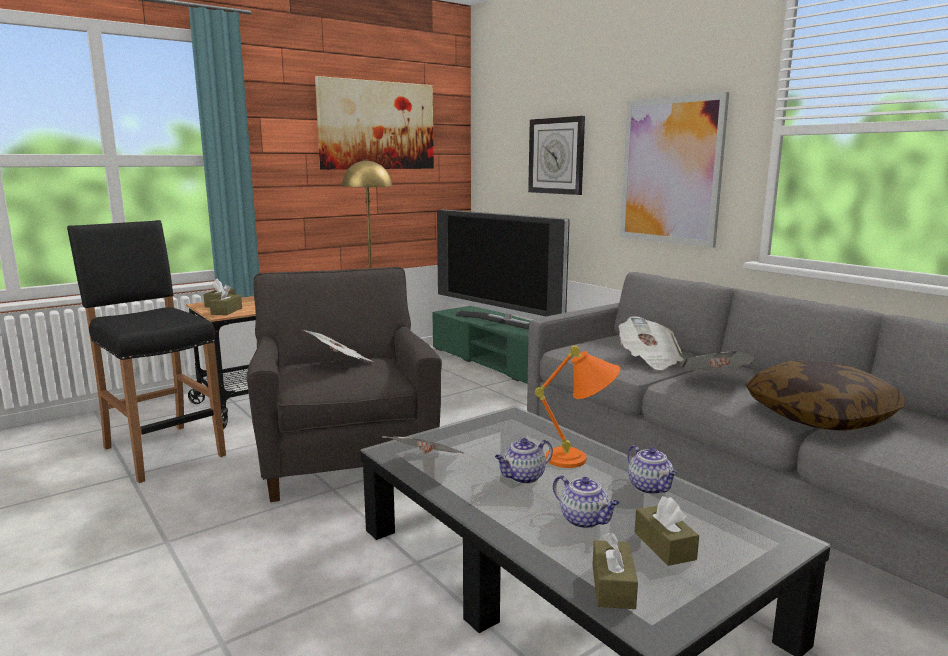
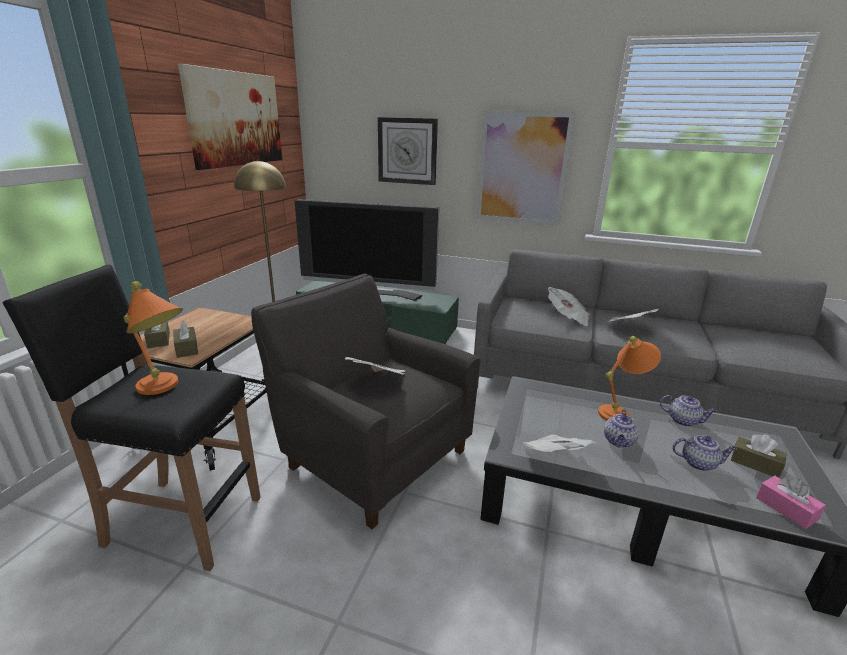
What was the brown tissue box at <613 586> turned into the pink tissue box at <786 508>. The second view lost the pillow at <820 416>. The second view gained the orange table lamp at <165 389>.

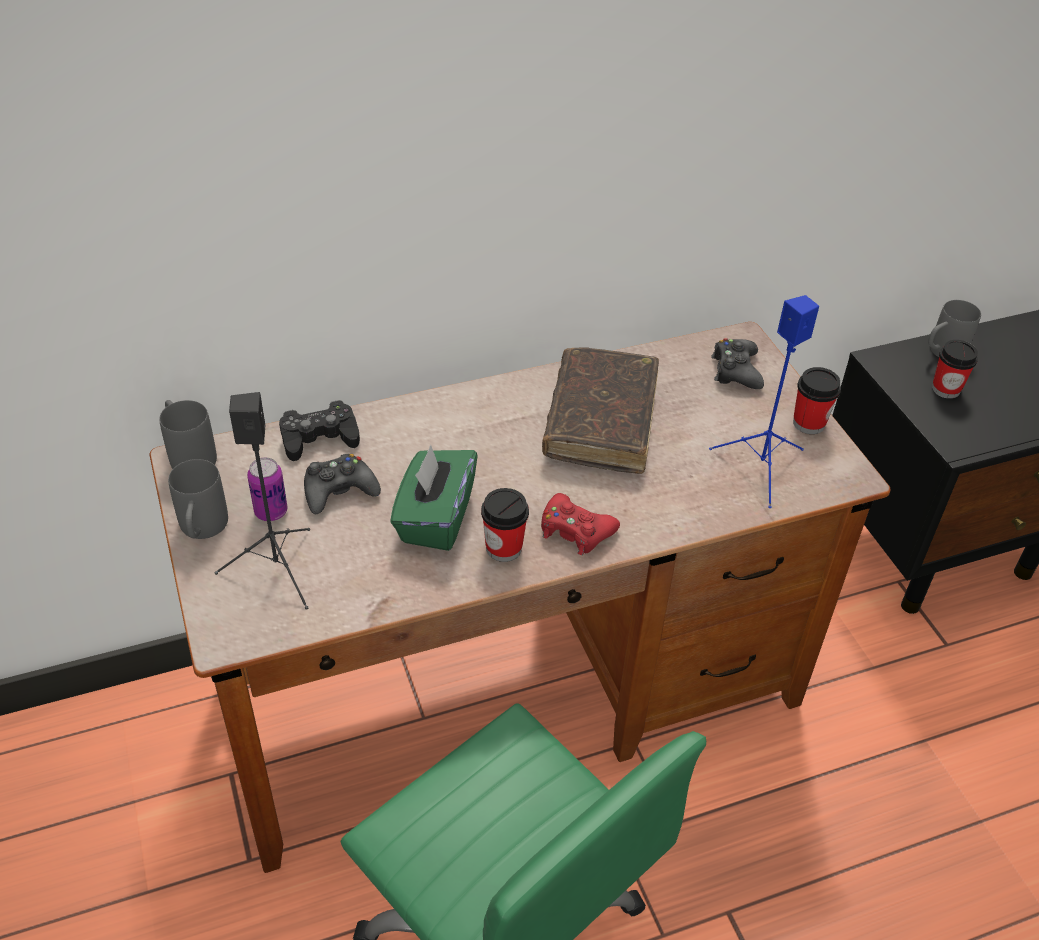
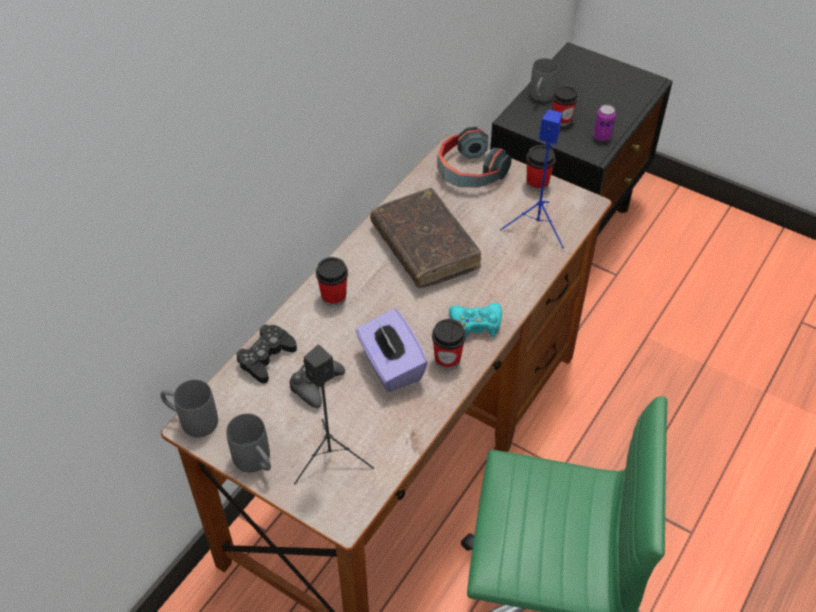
The can ended up elsewhere, having gone from <271 511> to <602 136>. What was the green tissue box at <435 518> turned into the purple tissue box at <391 366>. What was the red game controller at <575 531> turned into the turquoise game controller at <476 324>. Where the black game controller stood at <736 371>, the headphones came to stand at <469 171>. The second view gained the cup at <334 297>.

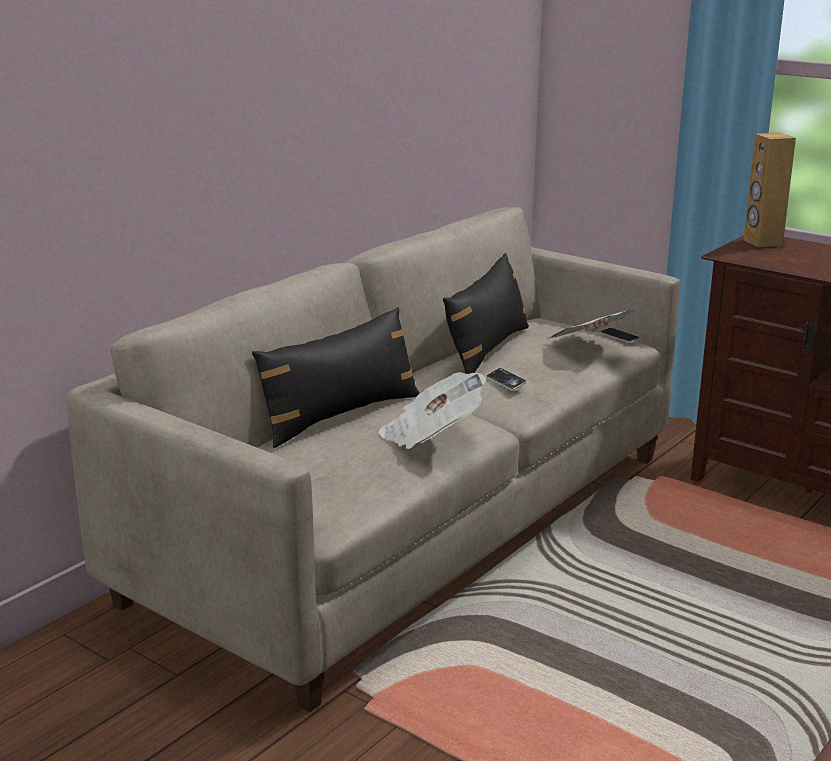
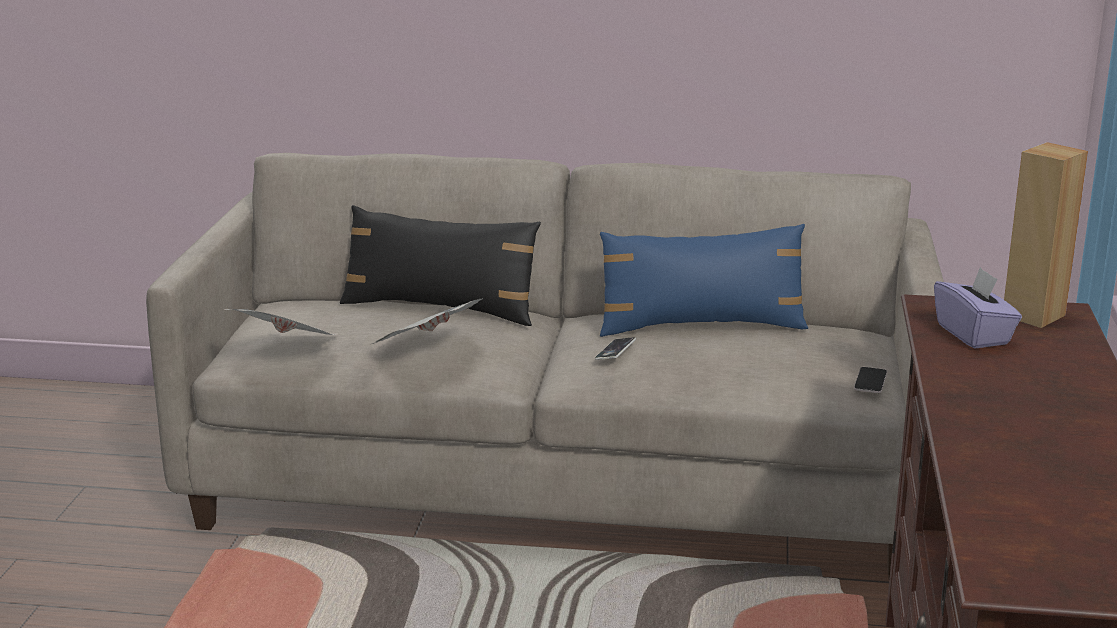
What was the black pillow at <486 350> turned into the blue pillow at <701 326>. The newspaper ended up elsewhere, having gone from <588 346> to <288 350>. The second view gained the purple tissue box at <974 334>.

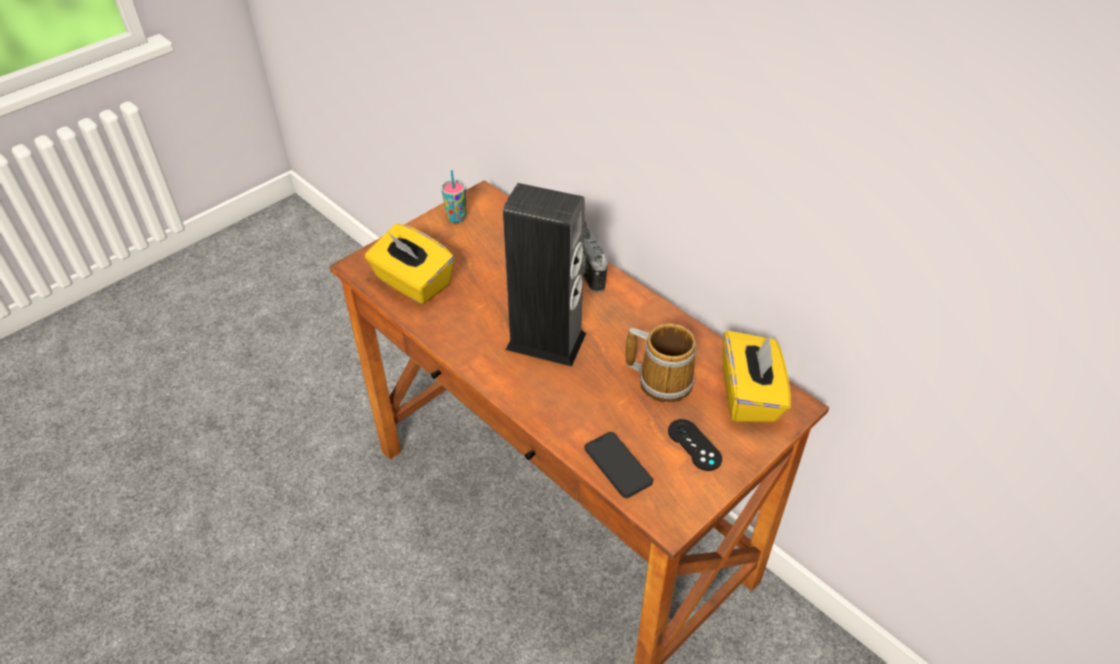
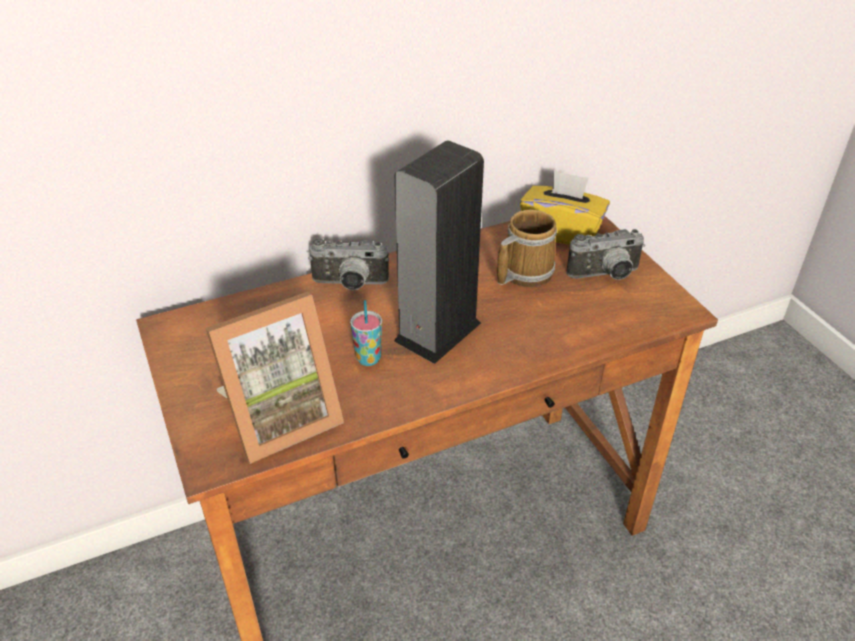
Where the yellow tissue box stood at <412 283>, the picture frame came to stand at <280 417>. The cup ended up elsewhere, having gone from <456 218> to <368 358>. The second view lost the phone at <618 465>. Where the black game controller stood at <694 445>, the photo camera came to stand at <606 276>.

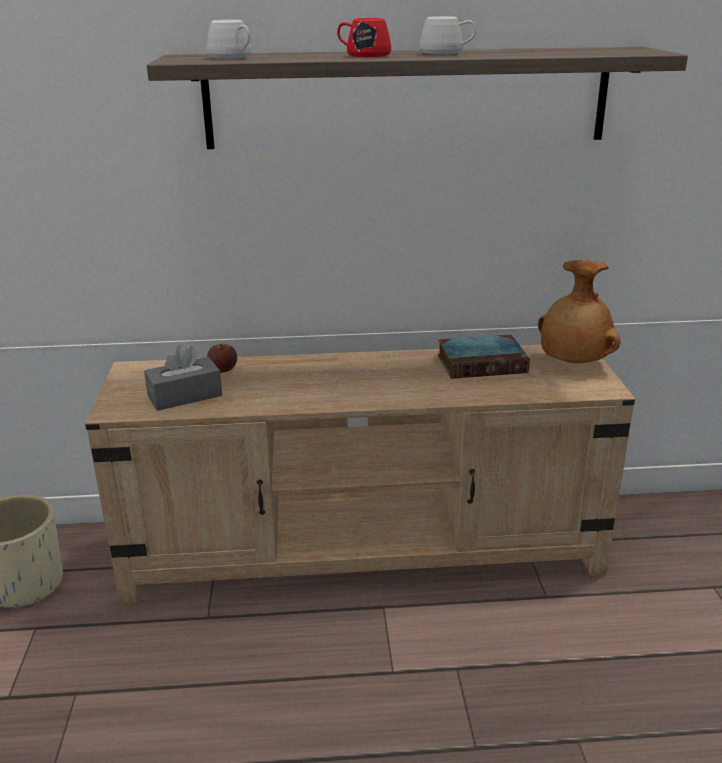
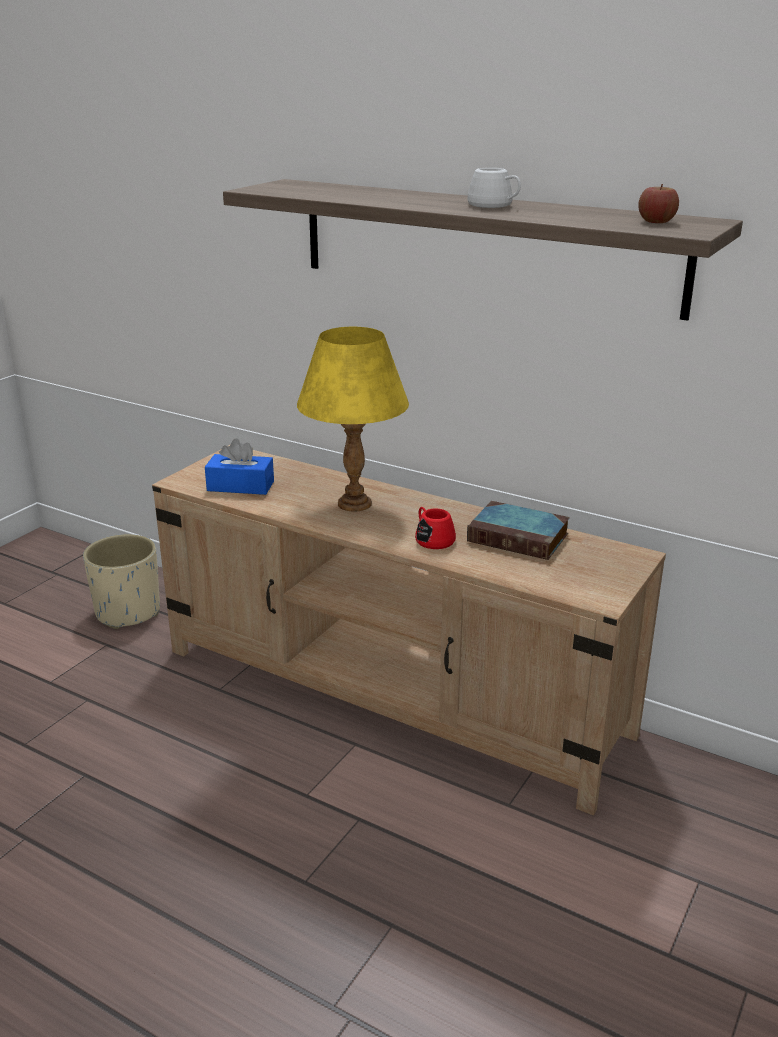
What was the grey tissue box at <185 396> turned into the blue tissue box at <240 486>. The second view lost the white mug at <233 57>. The apple ended up elsewhere, having gone from <223 369> to <656 221>. The red mug ended up elsewhere, having gone from <363 55> to <432 539>. The second view lost the brown vase at <573 363>. The second view gained the yellow table lamp at <354 503>.

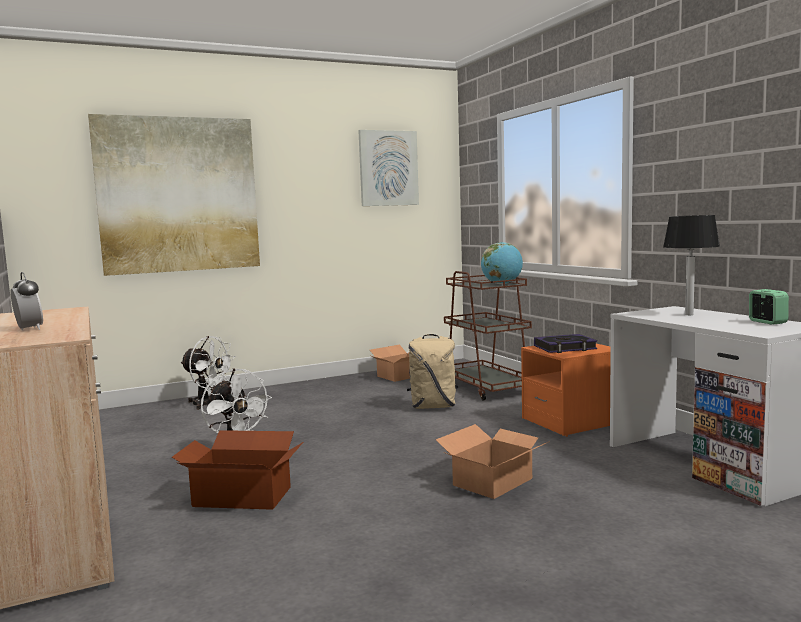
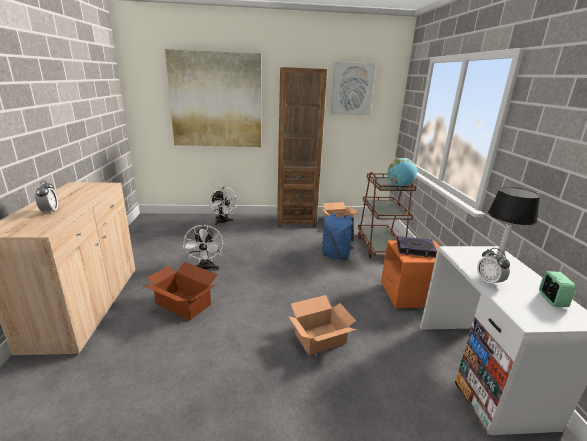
What was the beige backpack at <433 406> turned into the blue backpack at <336 255>. The second view gained the brown bookcase at <296 221>. The second view gained the alarm clock at <489 282>.

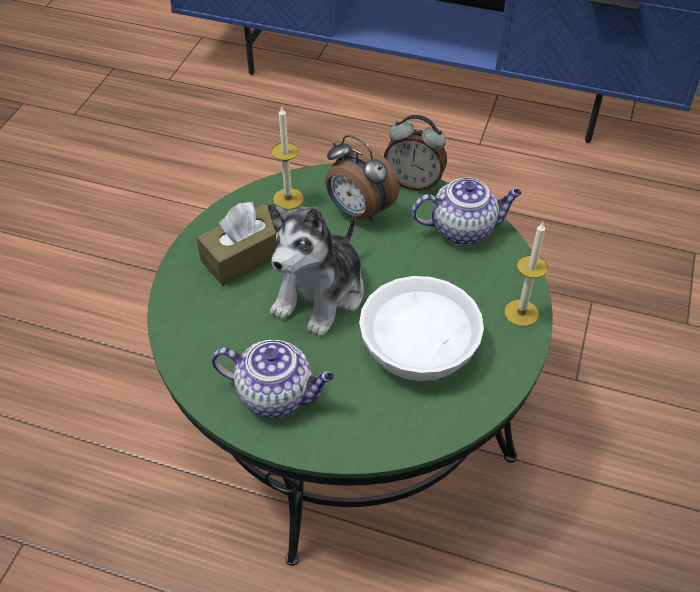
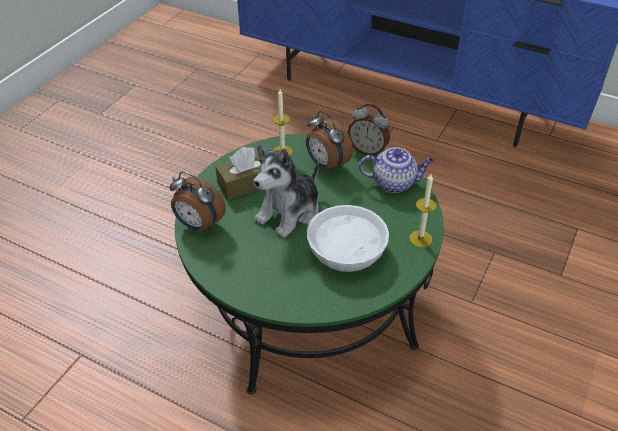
The second view lost the teapot at <277 395>. The second view gained the alarm clock at <199 225>.

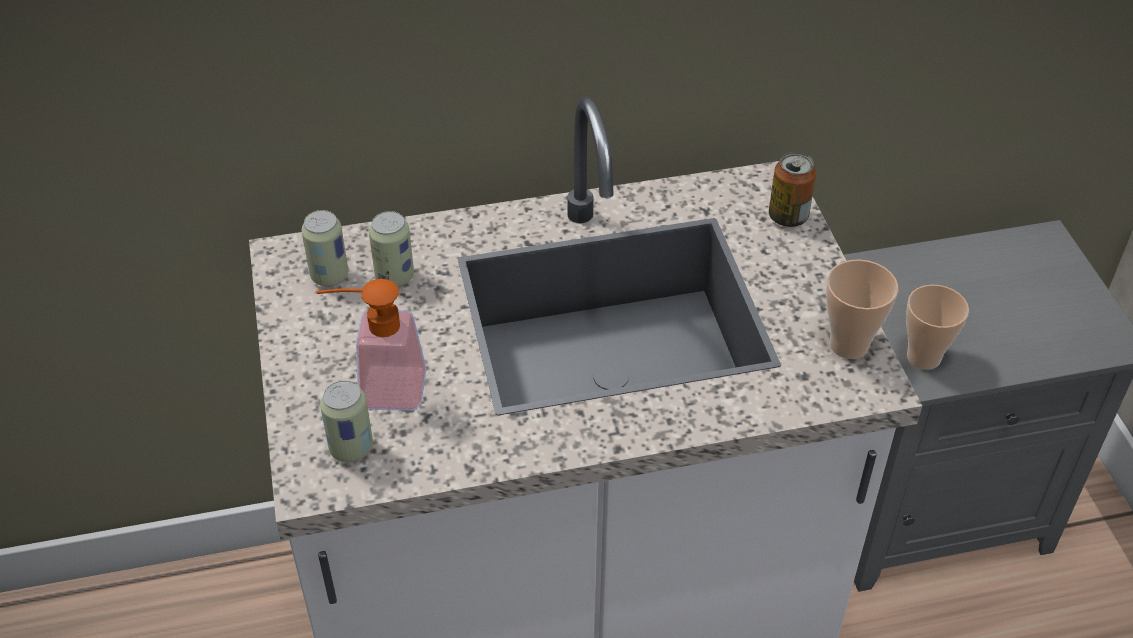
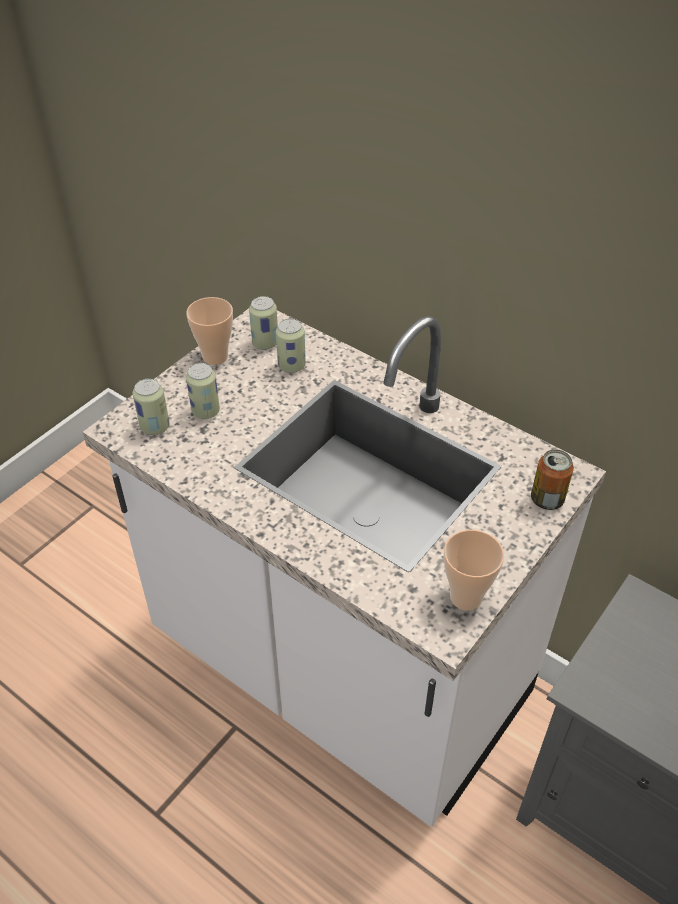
Where the soap dispenser stood at <379 389>, the can came to stand at <205 411>. The cup ended up elsewhere, having gone from <923 357> to <215 356>.

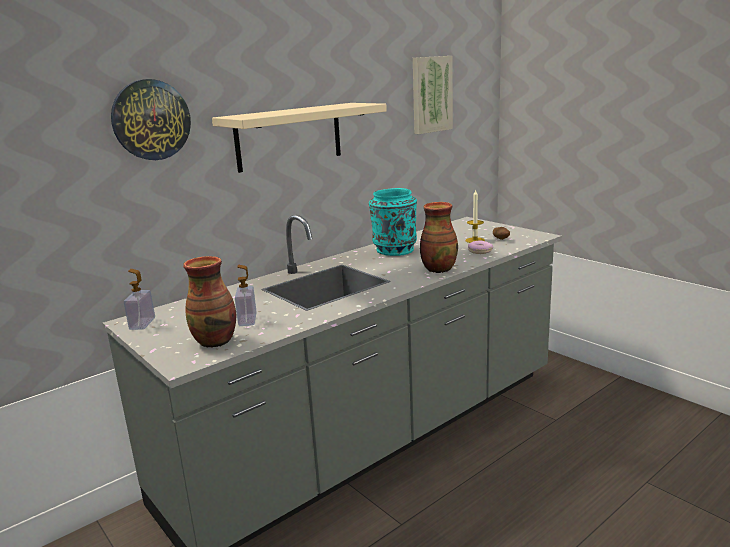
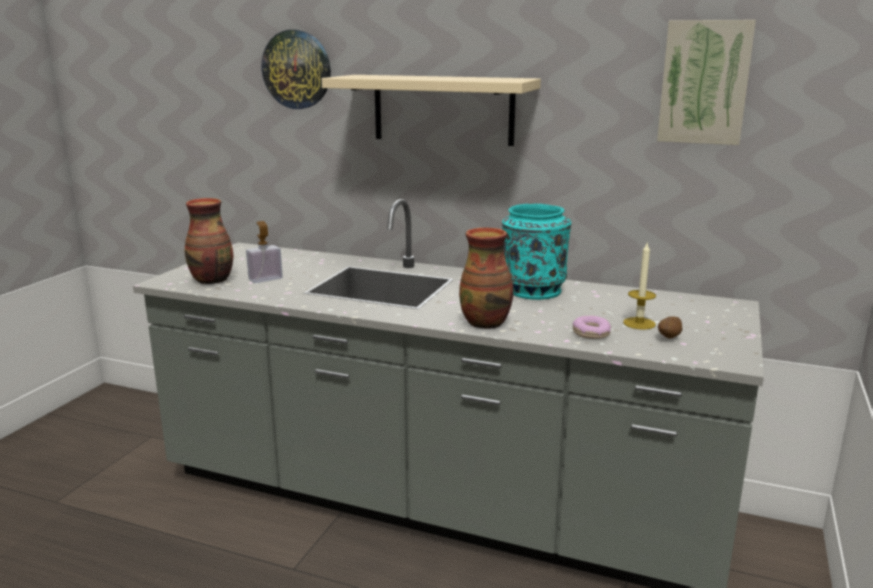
The second view lost the soap dispenser at <142 324>.

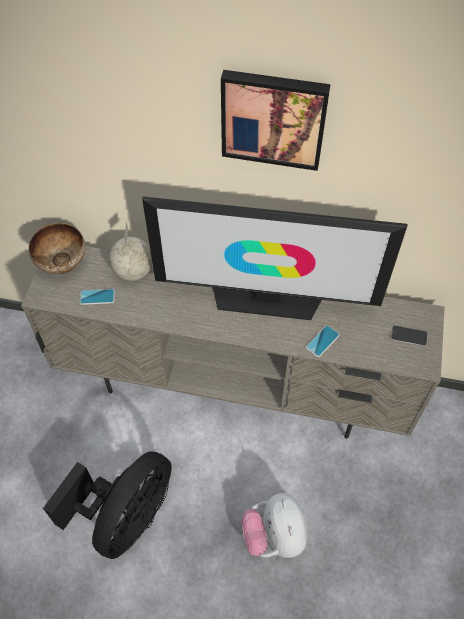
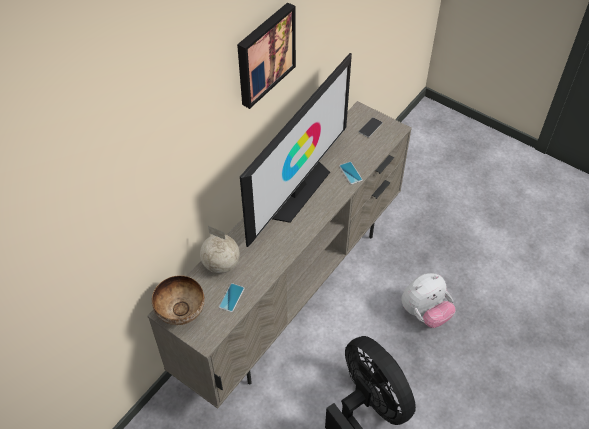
The plush toy at <274 536> ended up facing another way, 45 degrees counterclockwise from before.

